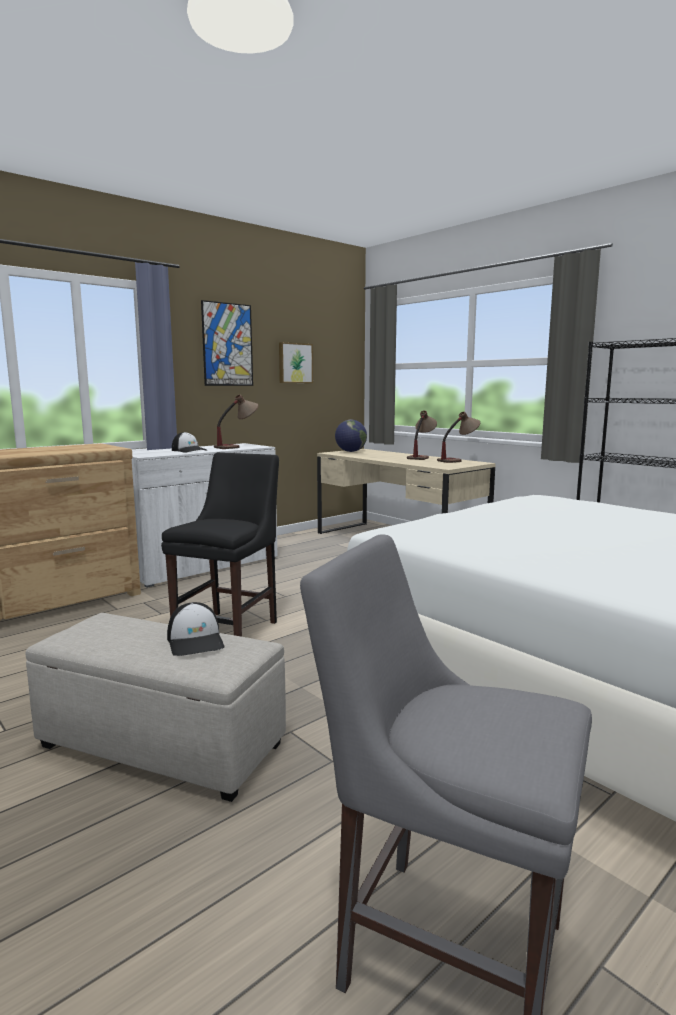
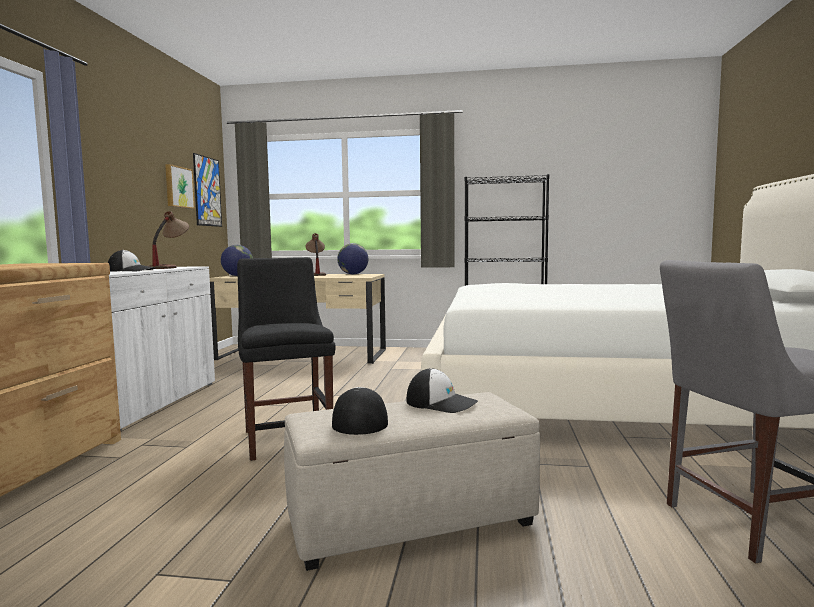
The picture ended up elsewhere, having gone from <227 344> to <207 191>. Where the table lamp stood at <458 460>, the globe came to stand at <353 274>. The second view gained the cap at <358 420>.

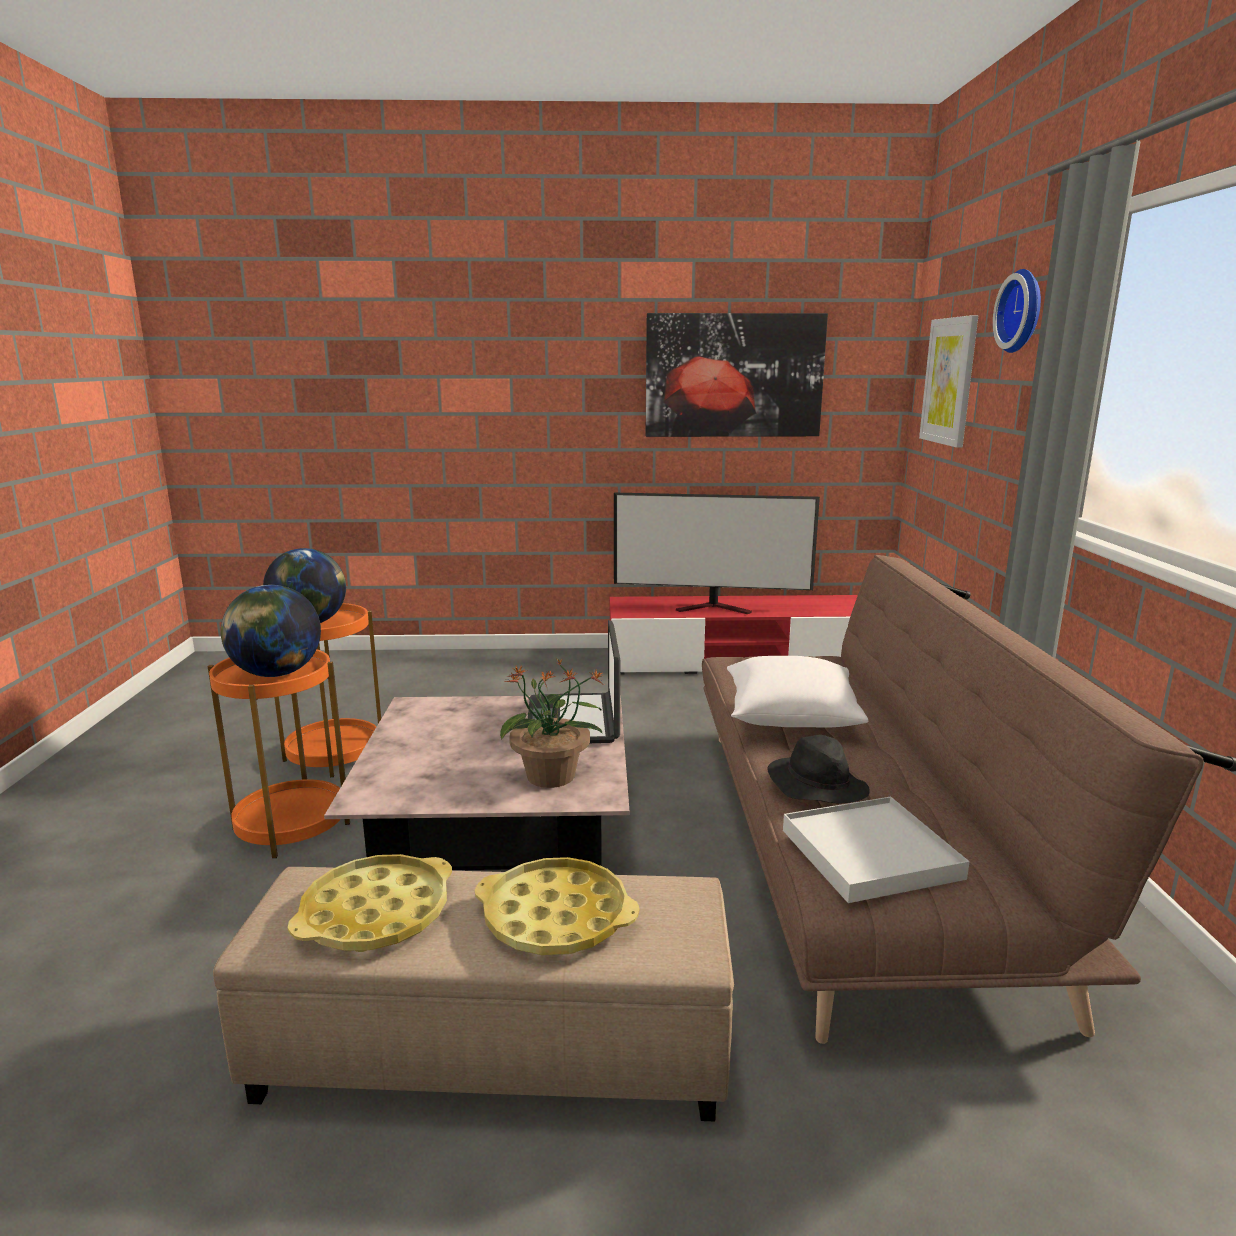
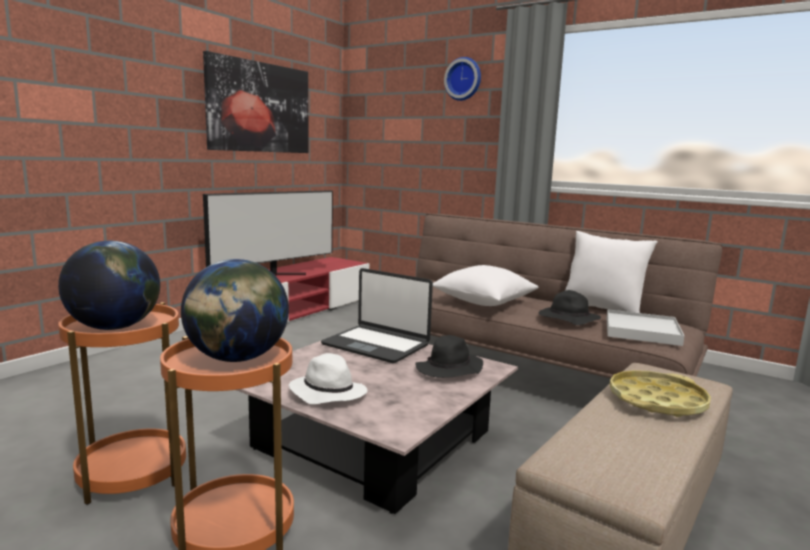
The second view lost the yellow tray at <376 913>. Where the potted plant stood at <552 776>, the black hat came to stand at <449 370>. The second view lost the picture at <949 381>. The second view gained the white hat at <327 393>. The second view gained the white pillow at <602 310>.

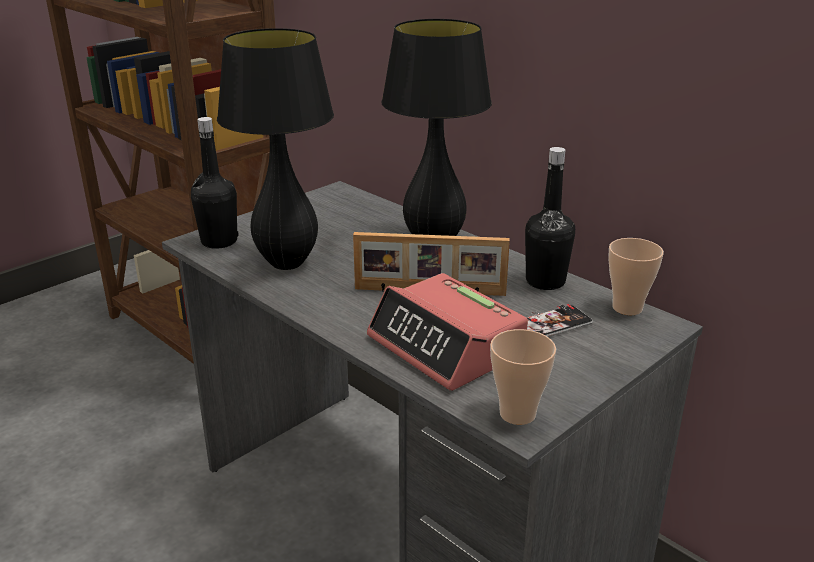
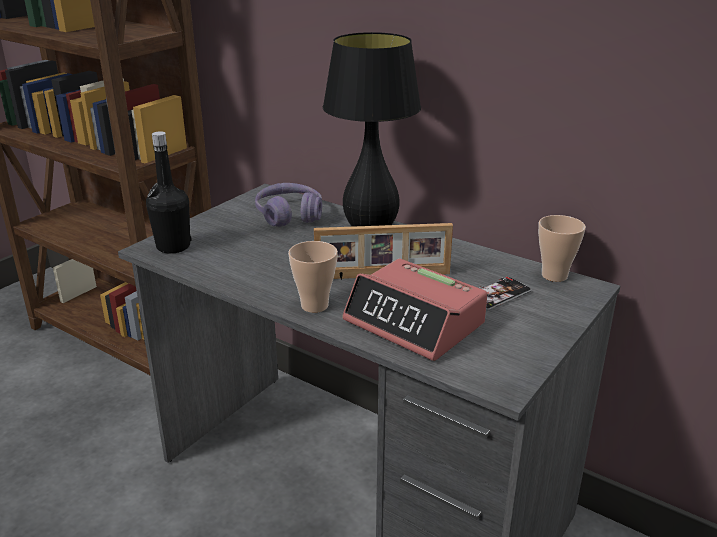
The second view lost the black table lamp at <287 263>. The cup ended up elsewhere, having gone from <517 414> to <314 305>. The second view lost the black bottle at <545 281>. The second view gained the purple headphones at <289 215>.

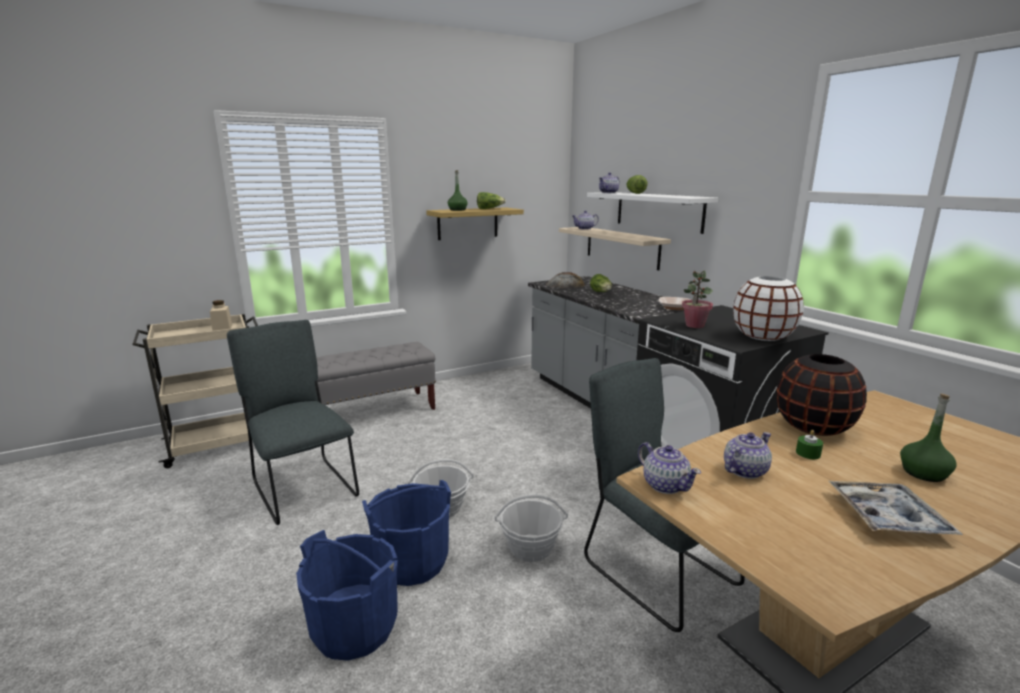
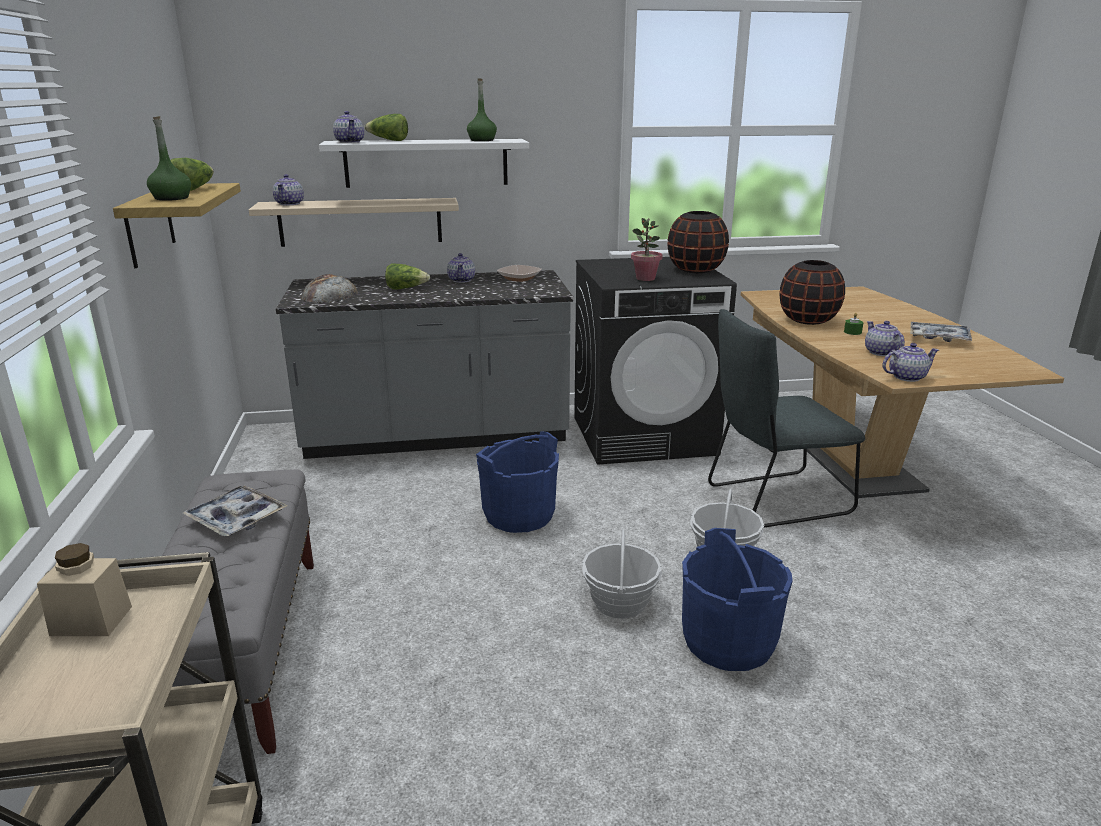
The second view lost the grey chair at <302 487>. The blue bucket ended up elsewhere, having gone from <355 627> to <519 515>. What was the white vase at <762 336> turned into the black vase at <695 270>. The green bottle ended up elsewhere, having gone from <923 473> to <482 140>. The second view gained the tray at <236 518>. The second view gained the teapot at <462 280>.

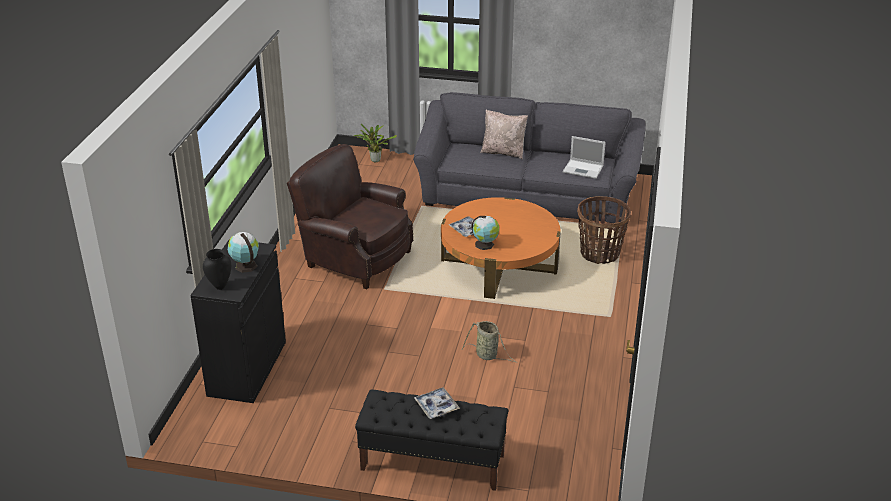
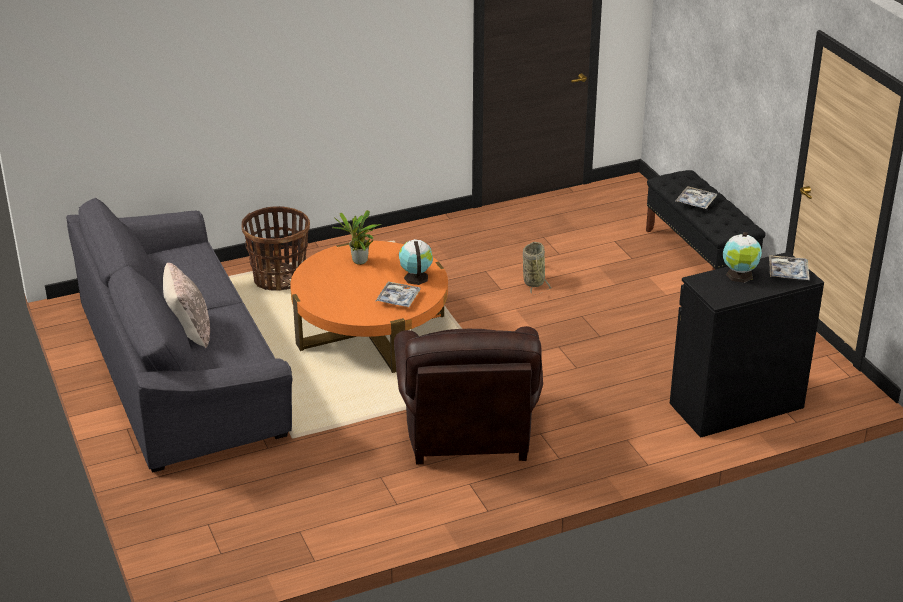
Where the black vase stood at <220 286>, the tray came to stand at <788 272>. The potted plant ended up elsewhere, having gone from <374 160> to <359 262>. The second view lost the laptop at <583 169>.

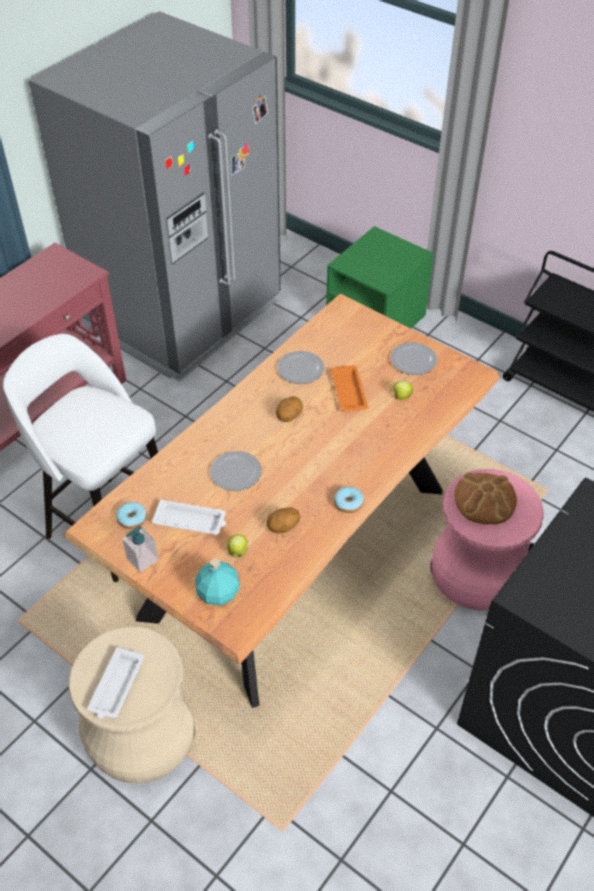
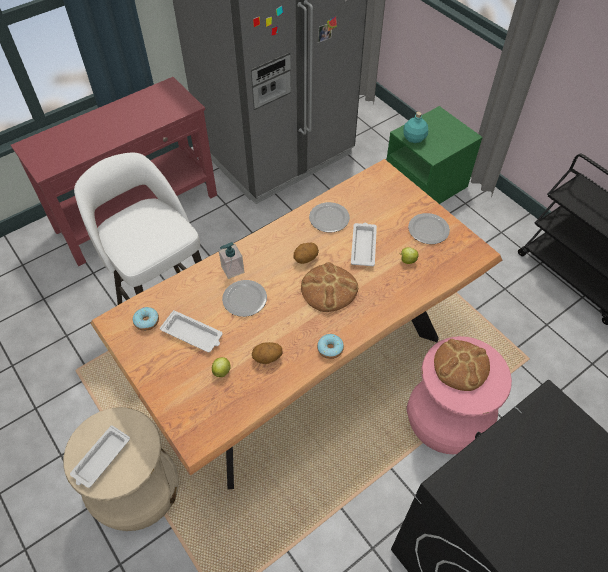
The soap dispenser ended up elsewhere, having gone from <142 559> to <232 269>. The turquoise bottle ended up elsewhere, having gone from <219 593> to <414 138>. What was the orange tray at <348 391> turned into the white tray at <363 246>. The second view gained the bread at <328 289>.

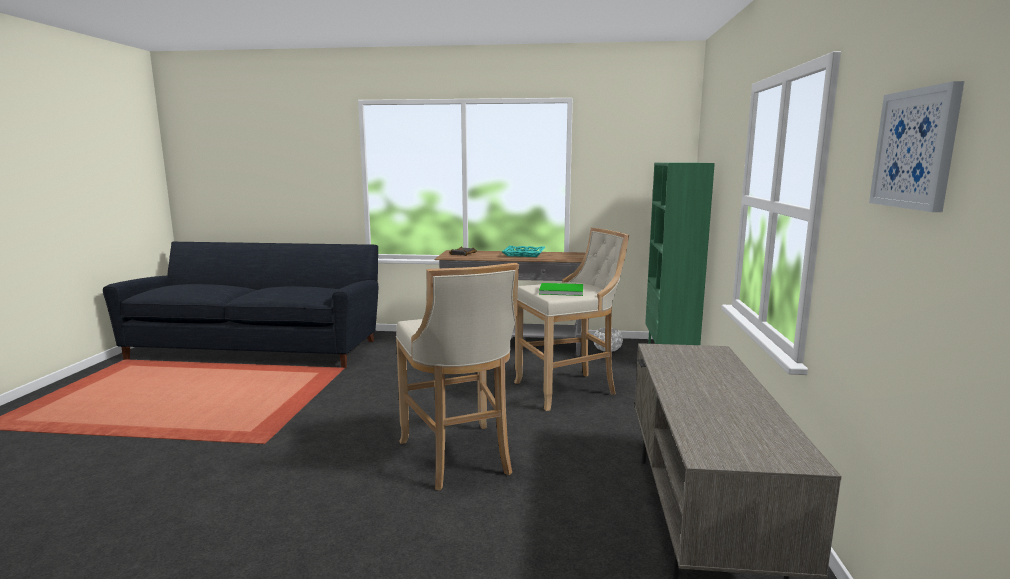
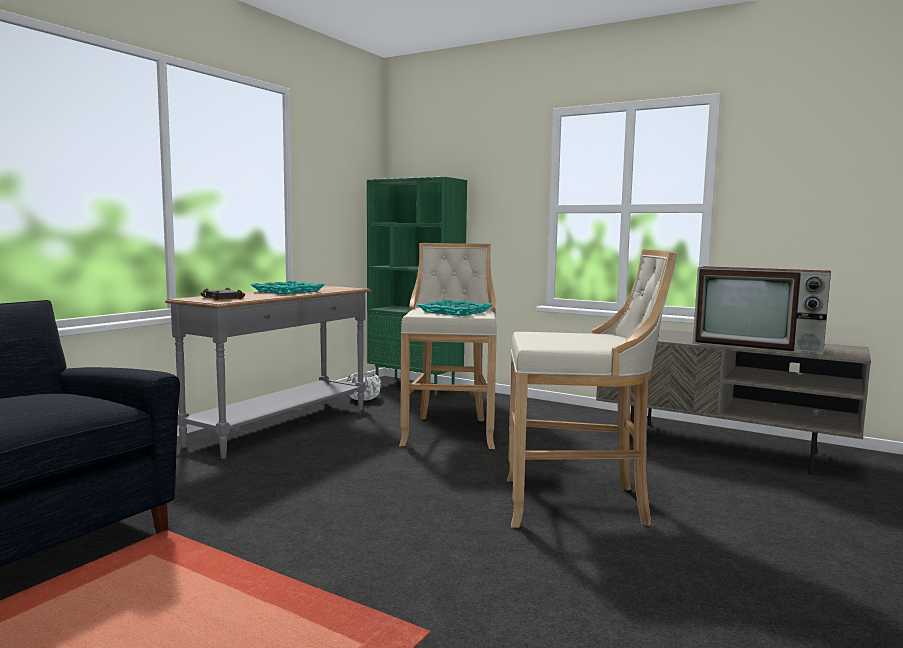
Where the green book stood at <560 291>, the turquoise tray came to stand at <454 312>. The second view lost the picture at <915 149>. The second view gained the television at <759 346>.

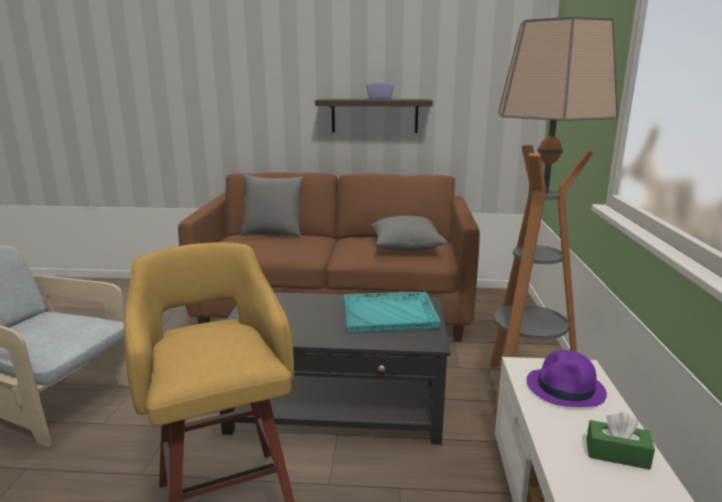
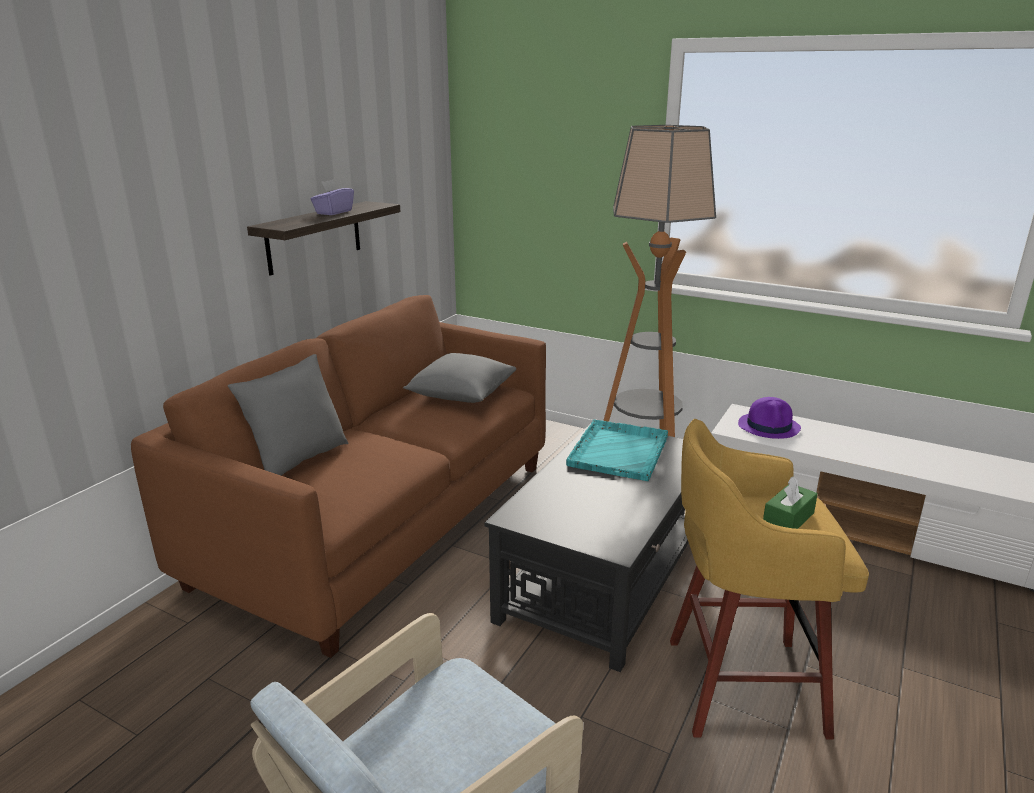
The green tissue box ended up elsewhere, having gone from <617 454> to <788 519>.

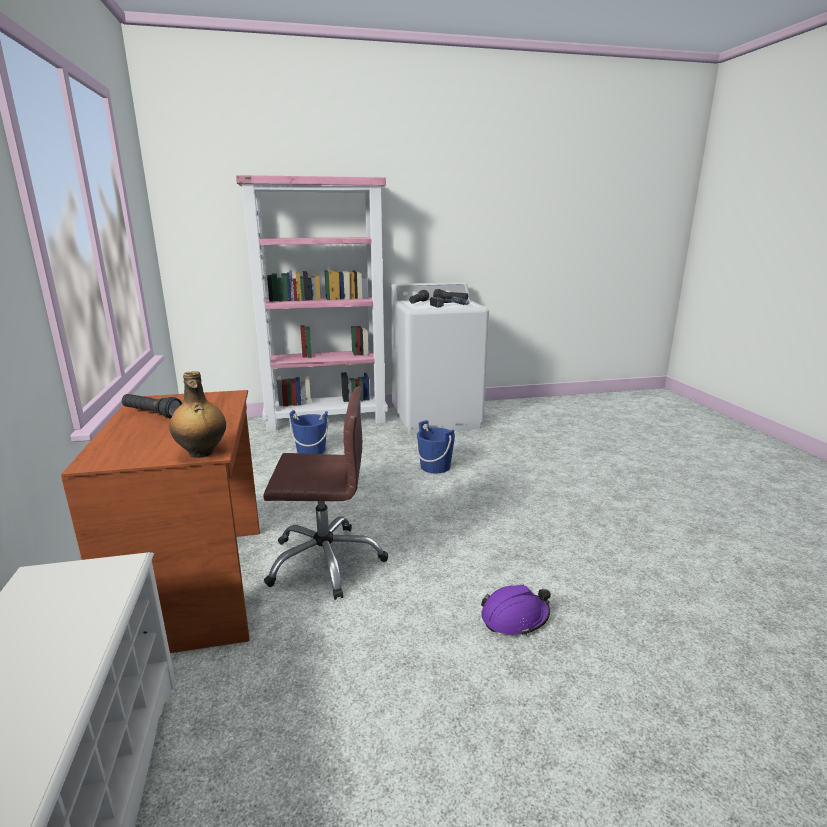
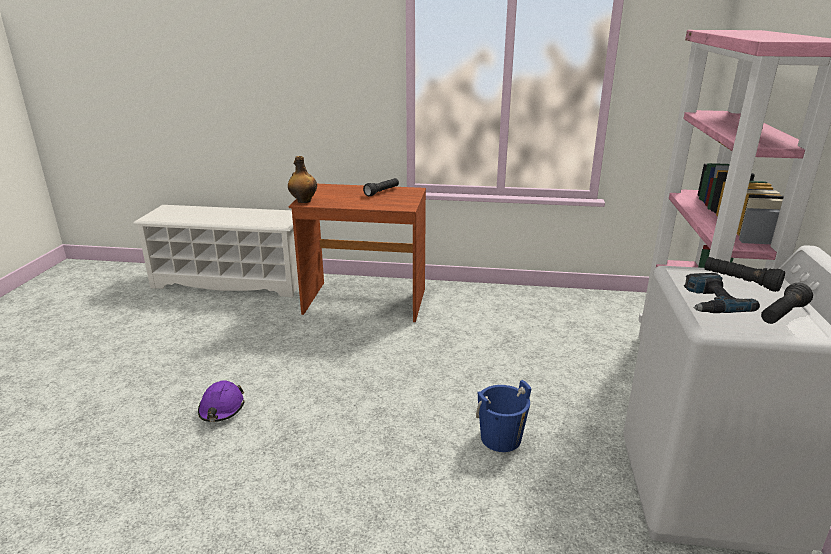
The second view lost the brown office chair at <325 561>. The second view lost the blue bucket at <311 450>.

